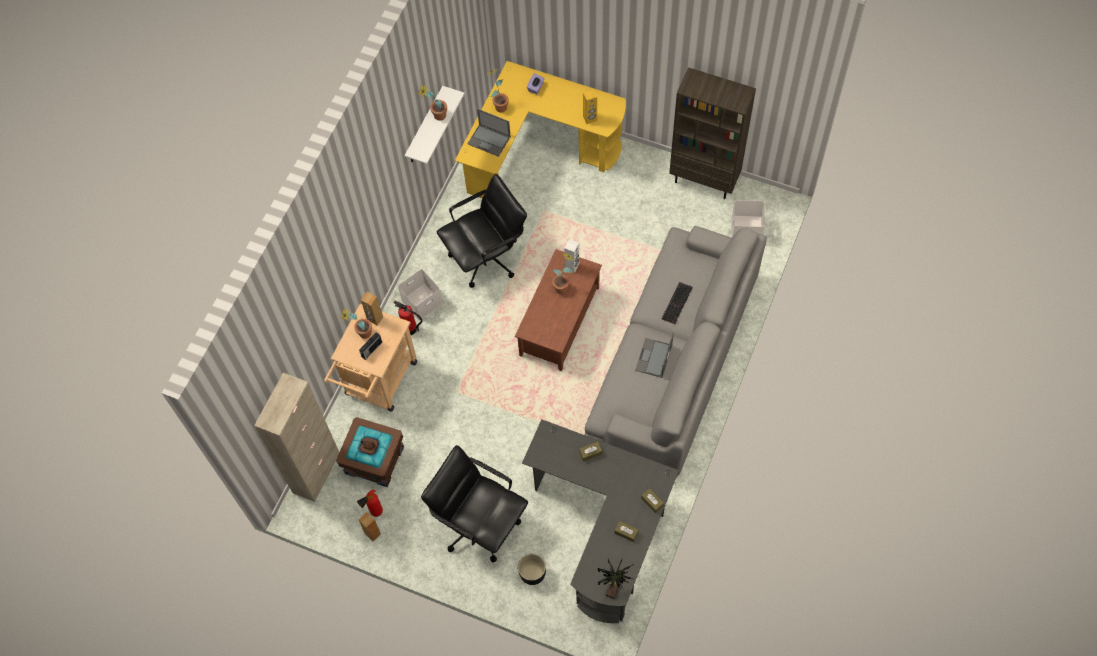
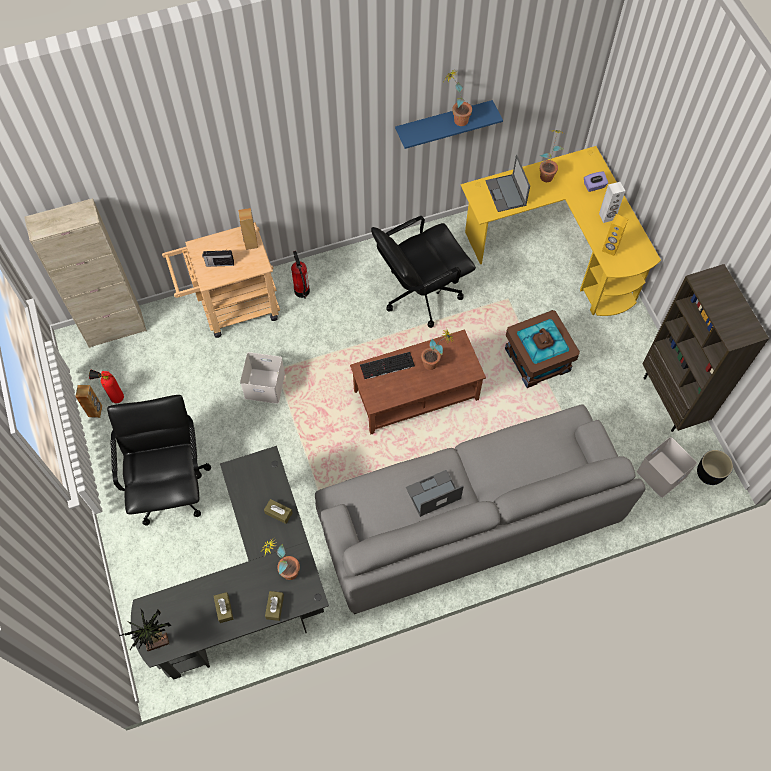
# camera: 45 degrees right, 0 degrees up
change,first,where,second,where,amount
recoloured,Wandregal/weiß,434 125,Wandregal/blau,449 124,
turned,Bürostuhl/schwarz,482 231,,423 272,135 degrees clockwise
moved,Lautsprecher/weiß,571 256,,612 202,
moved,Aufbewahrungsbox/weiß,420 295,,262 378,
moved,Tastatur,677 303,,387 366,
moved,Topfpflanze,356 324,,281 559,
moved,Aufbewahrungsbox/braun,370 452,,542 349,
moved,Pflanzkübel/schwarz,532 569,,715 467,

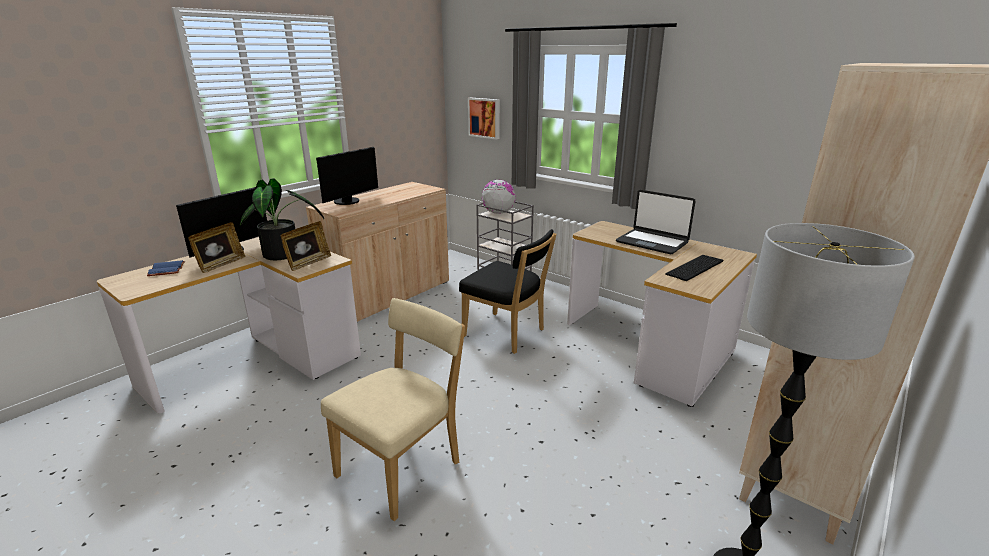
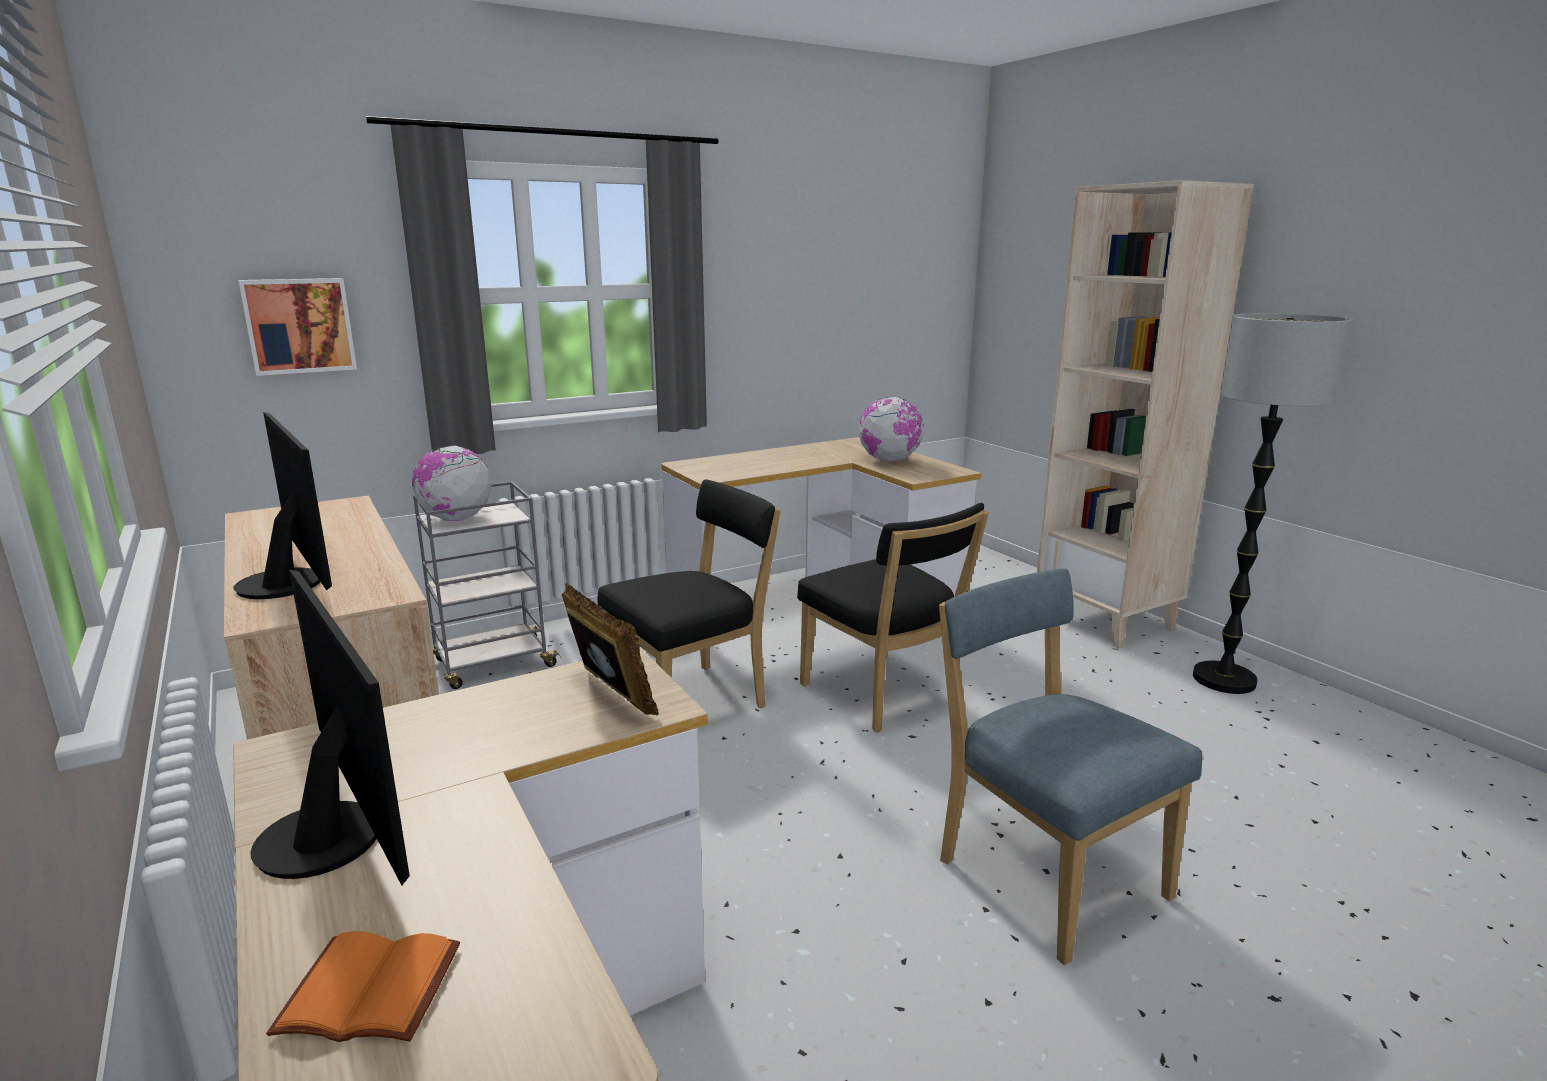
# camera: 70 degrees left, 5 degrees down
change,first,where,second,where,amount
removed,Topfpflanze,282 219,,,
removed,Laptop,656 222,,,
removed,Bilderrahmen,217 247,,,
replaced,Tastatur,694 268,Globus,891 429,
recoloured,Buch/blau,166 268,Buch/orange,363 986,
recoloured,Stuhl/beige,393 409,Stuhl/blau,1070 766,
added,,,Stuhl/schwarz,893 617,

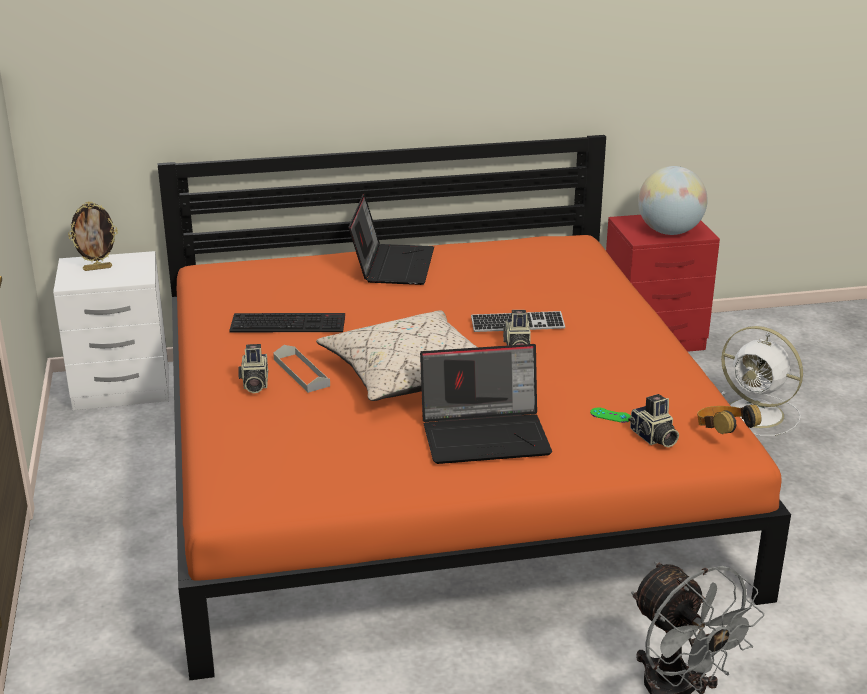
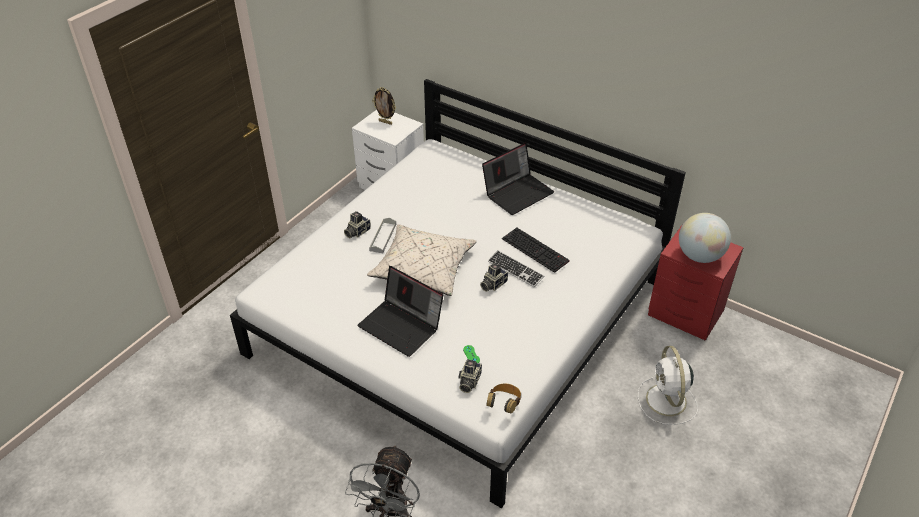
# camera: 45 degrees right, 15 degrees up
change,first,where,second,where,amount
recoloured,Bett/orange,474 408,Bett/weiß,458 294,
moved,Tastatur,287 322,,536 250,

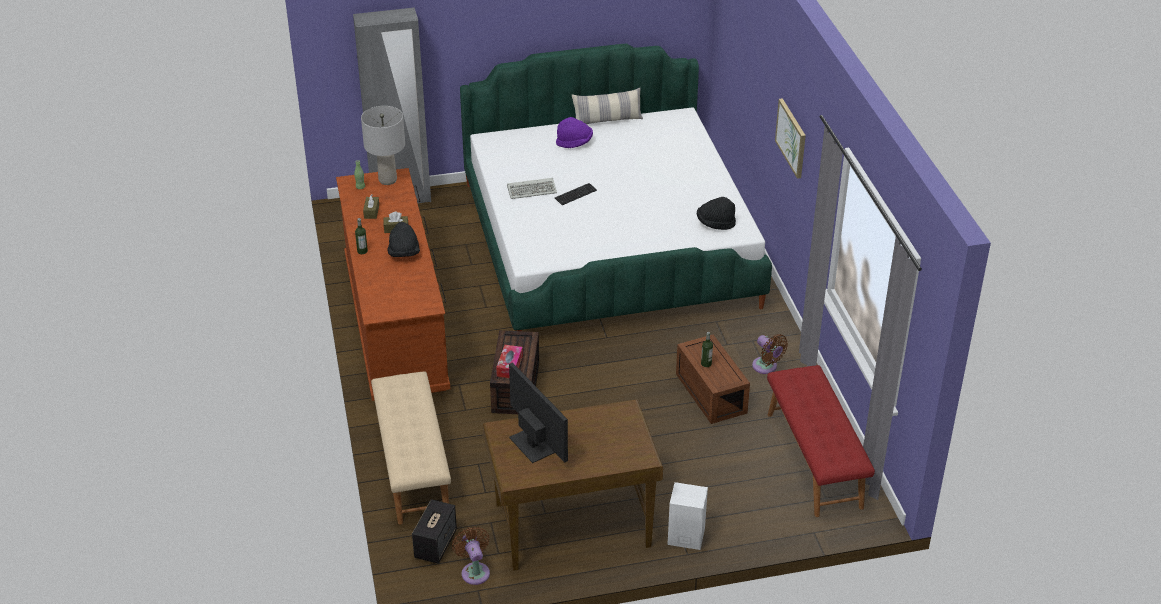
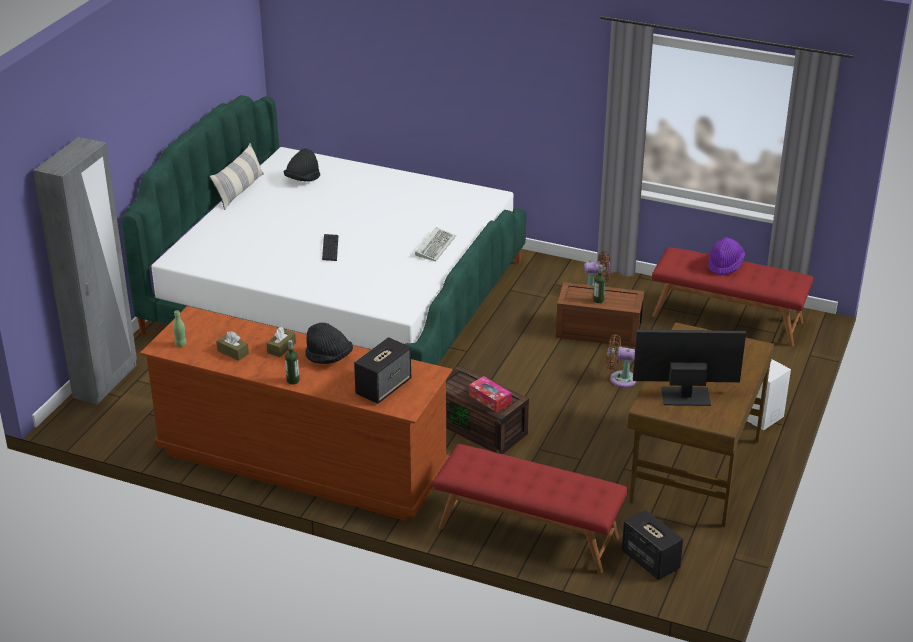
# camera: 55 degrees left, 5 degrees down
change,first,where,second,where,amount
removed,Bild,790 138,,,
removed,Tischlampe/grau,383 145,,,
moved,Hut/lila,574 132,,726 256,
moved,Tastatur,532 188,,435 244,
moved,Hut/schwarz,716 213,,301 165,
recoloured,Bank/beige,411 448,Bank/rot,530 509,
moved,Ventilator/braun,471 555,,621 361,
added,,,Lautsprecher,382 370,

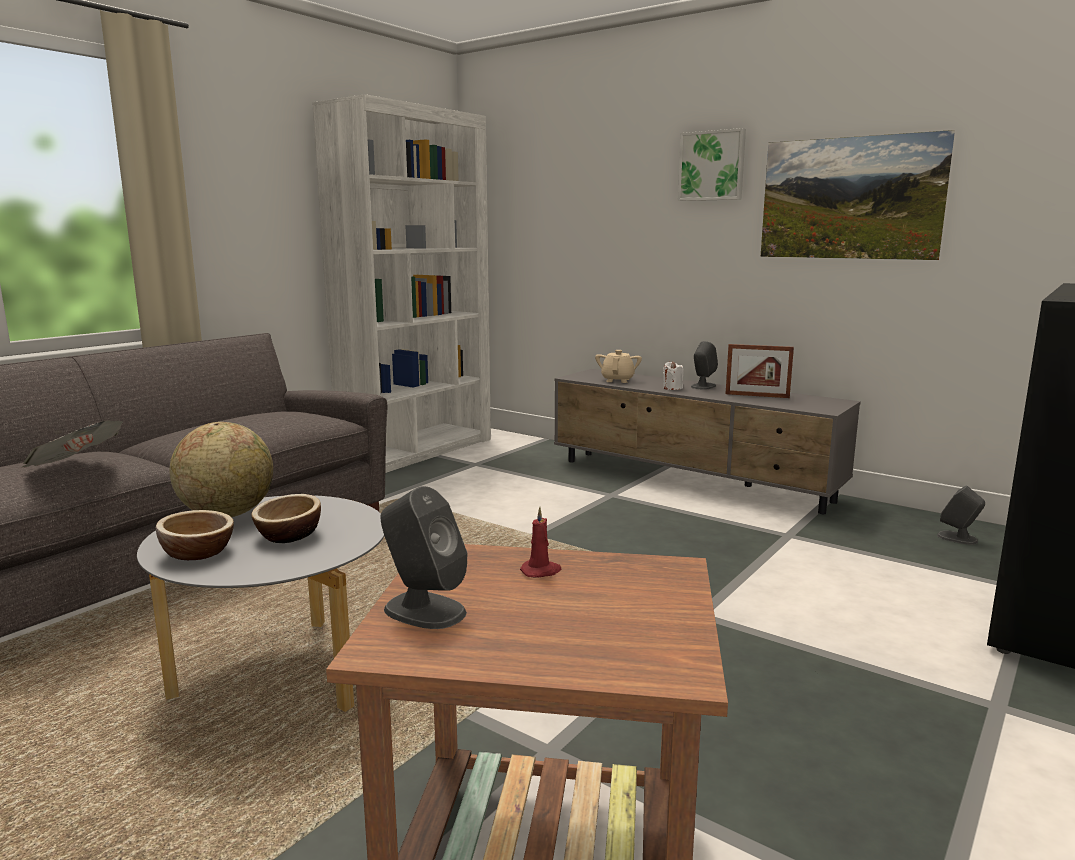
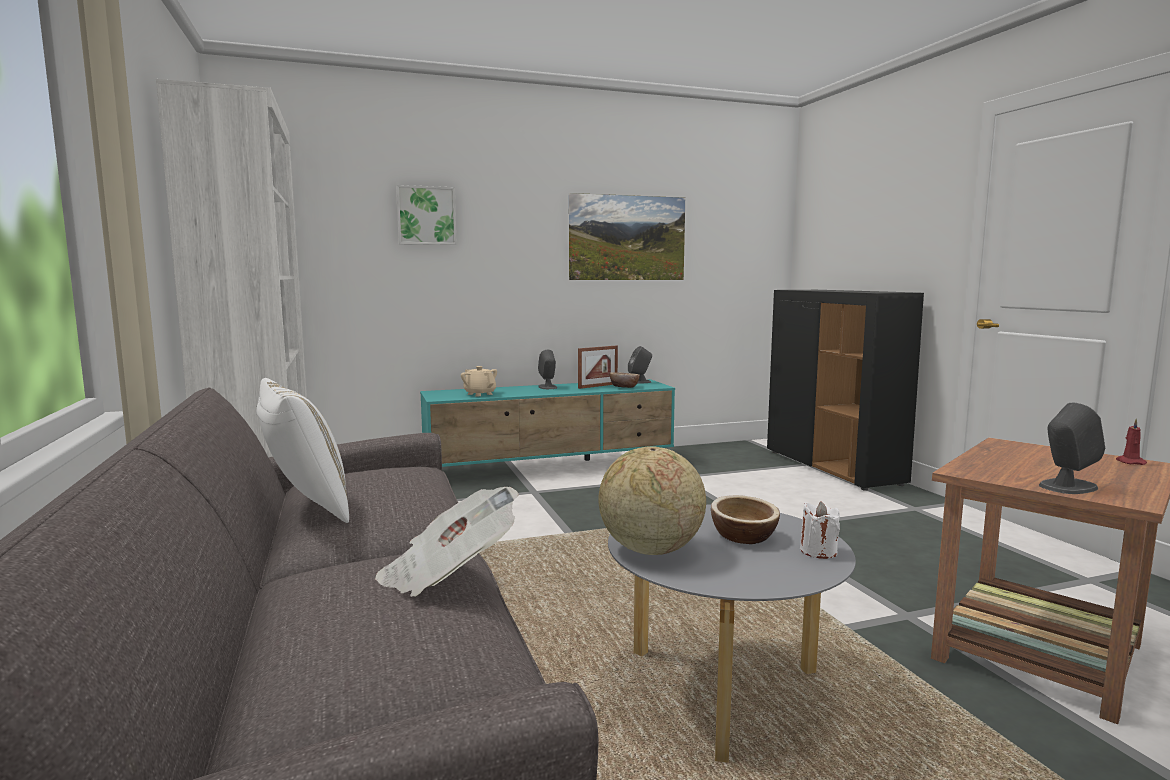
# camera: 55 degrees left, 5 degrees down
change,first,where,second,where,amount
moved,Bild,712 164,,426 215,
moved,Kerze/weiß,673 375,,820 530,
recoloured,Fernsehschrank/grau,707 441,Fernsehschrank/türkis,547 423,
moved,Lautsprecher/grau,961 515,,640 365,
moved,Kerze/rot,541 542,,1131 441,
moved,Schüssel,195 535,,625 380,
added,,,Kissen/weiß,302 450,

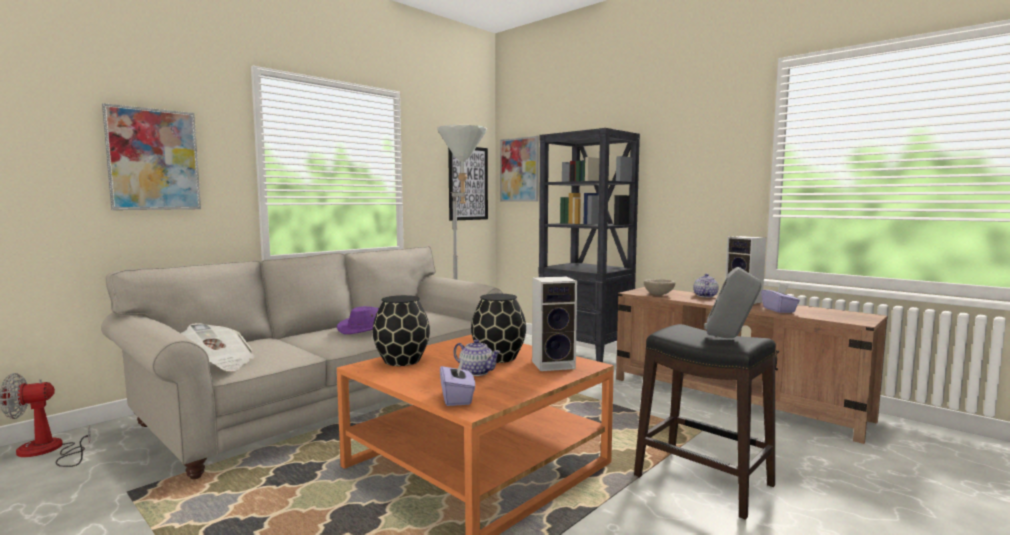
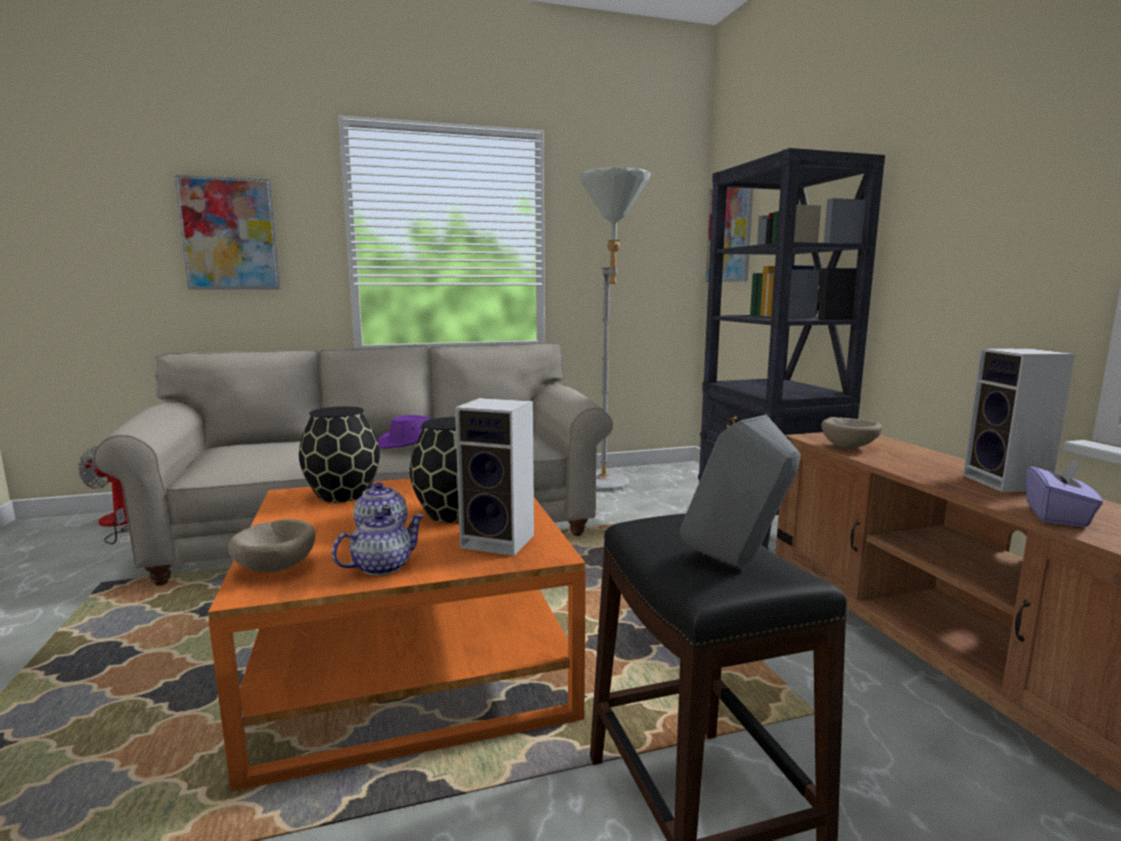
# camera: 30 degrees right, 5 degrees up
change,first,where,second,where,amount
removed,Bild,468 184,,,
moved,Teekanne,706 285,,378 544,
removed,Zeitung,218 347,,,
replaced,Taschentuchbox/lila,457 382,Schüssel/beige,271 545,

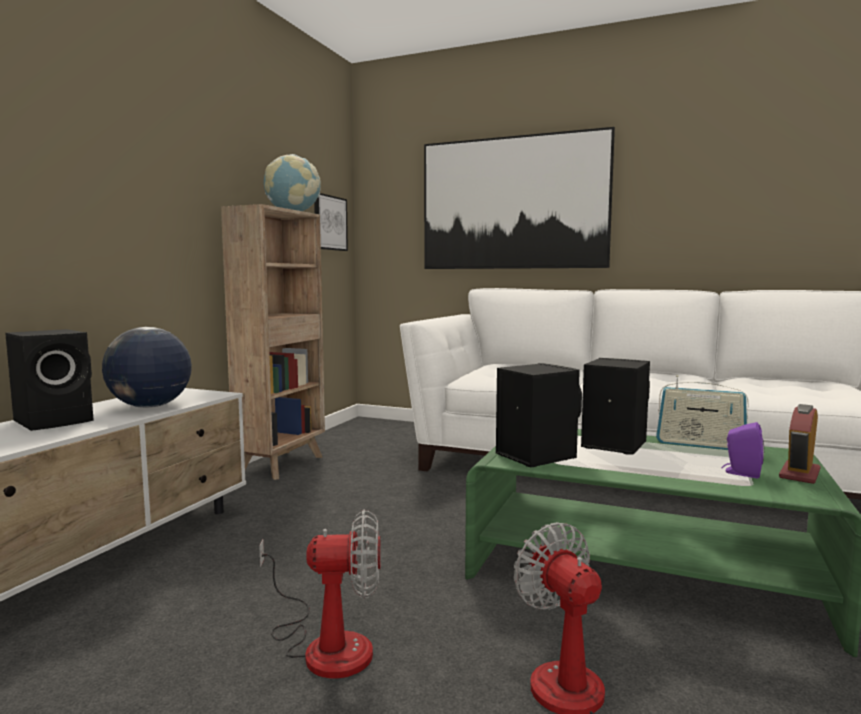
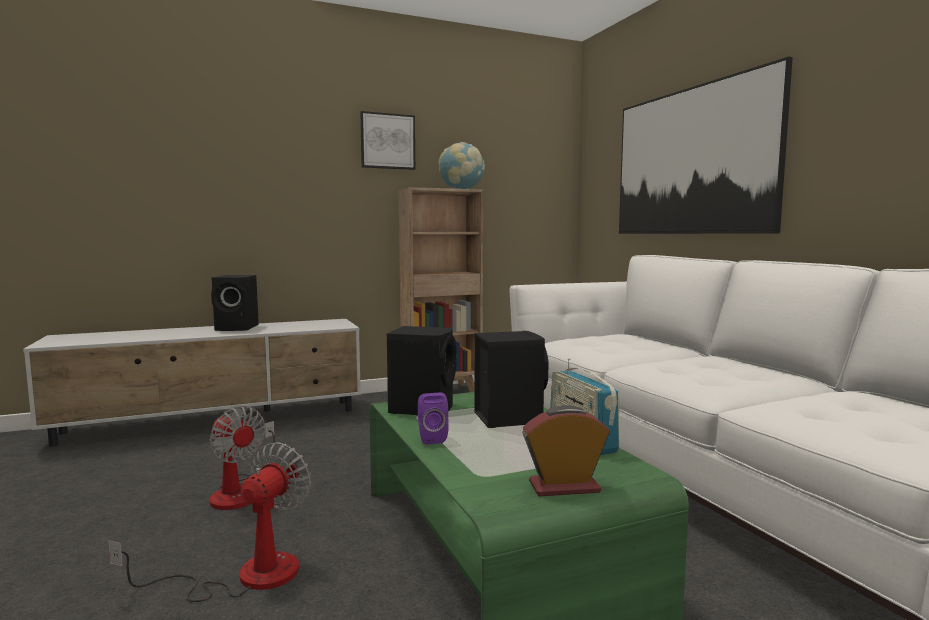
# camera: 45 degrees right, 0 degrees up
change,first,where,second,where,amount
moved,Bild,331 222,,387 140,
removed,Globus,147 367,,,
moved,Lautsprecher/lila,742 450,,433 419,

